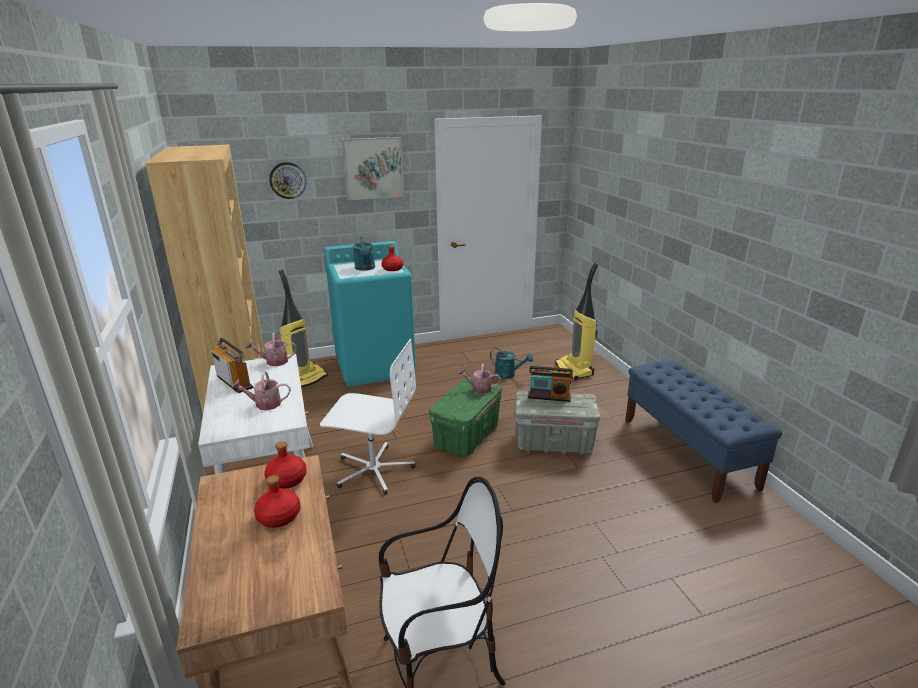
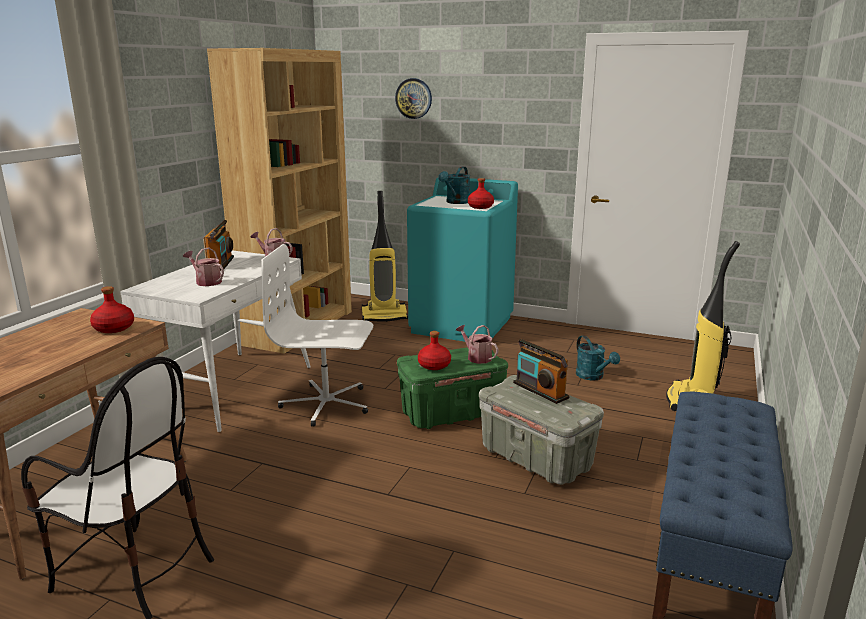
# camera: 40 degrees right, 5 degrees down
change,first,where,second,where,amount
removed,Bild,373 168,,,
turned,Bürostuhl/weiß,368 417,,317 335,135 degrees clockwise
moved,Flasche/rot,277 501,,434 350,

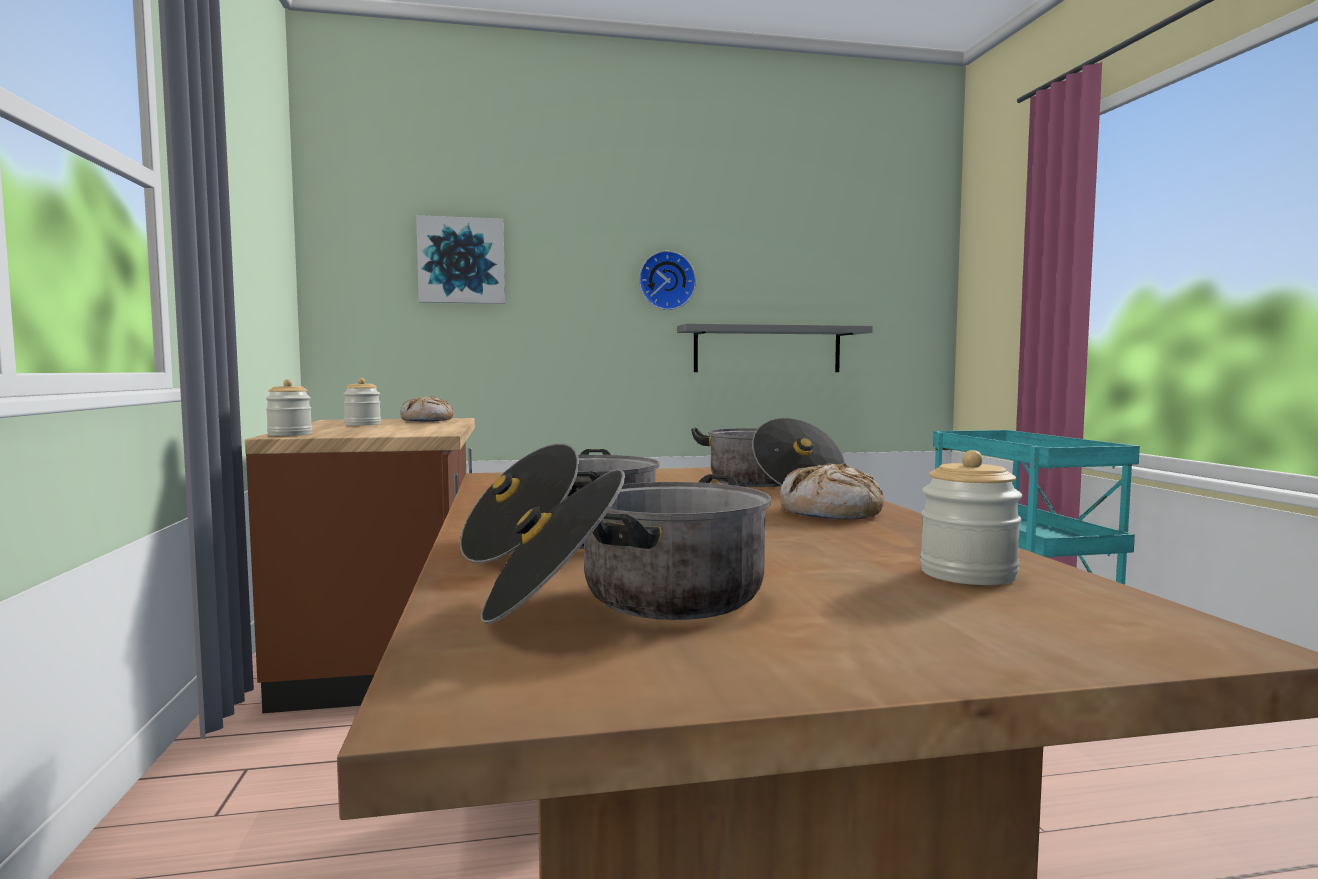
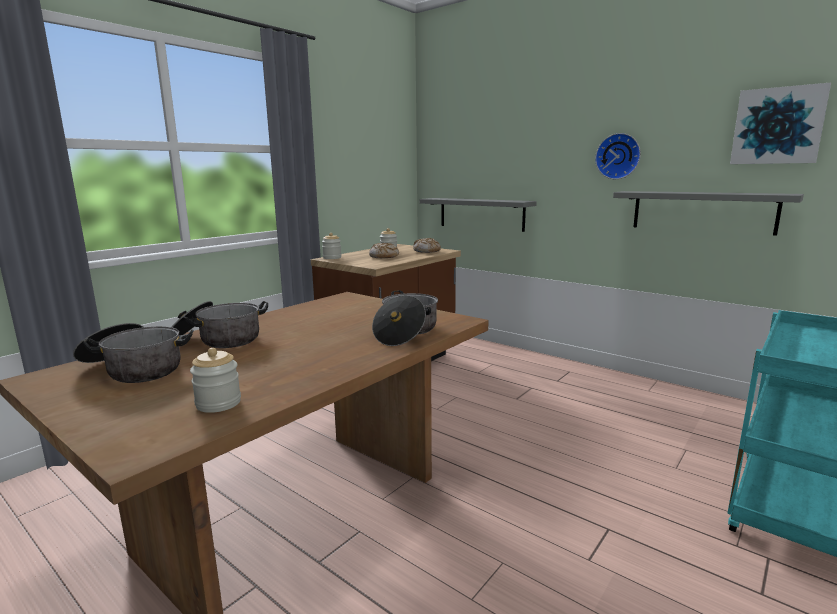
# camera: 50 degrees right, 10 degrees up
change,first,where,second,where,amount
moved,Bild,460 259,,780 123,
moved,Brot,832 491,,384 250,
added,,,Wandregal/grau,478 215,

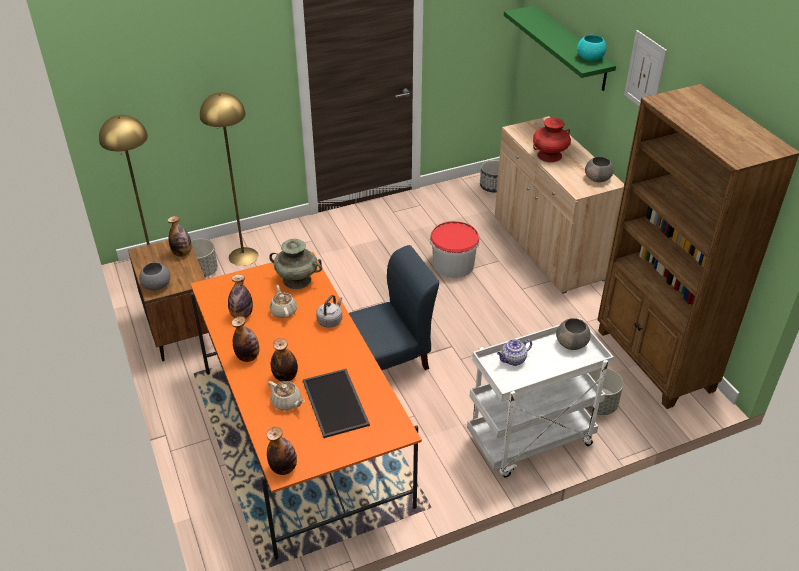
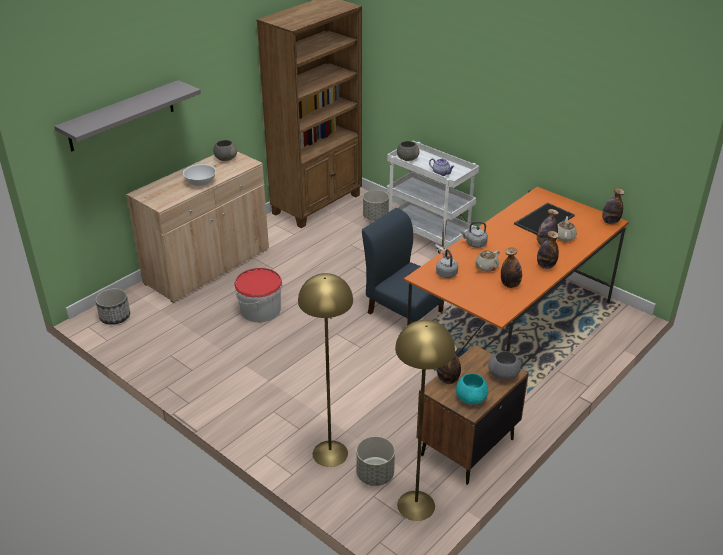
# camera: 115 degrees left, 5 degrees down
change,first,where,second,where,amount
recoloured,Wandregal/grün,560 48,Wandregal/grau,127 115,
removed,Bild,645 68,,,
moved,Schüssel/türkis,591 48,,472 389,
replaced,Vase/rot,552 140,Schüssel/weiß,199 175,
replaced,Vase/türkis,295 264,Wasserkessel/grau,447 263,

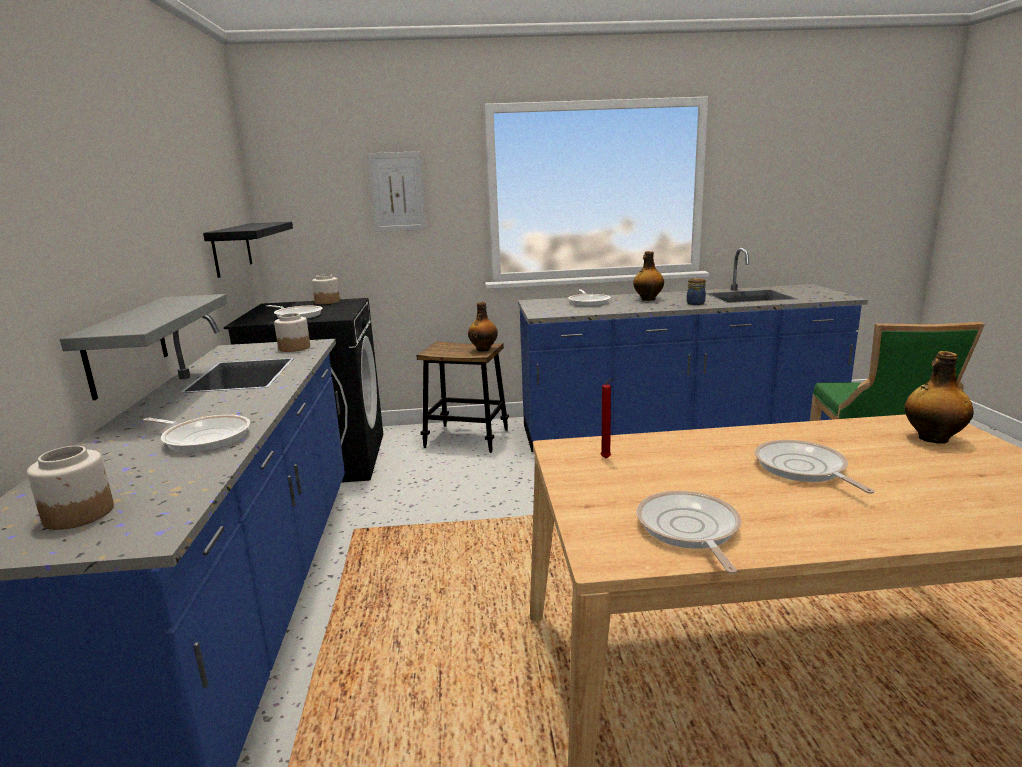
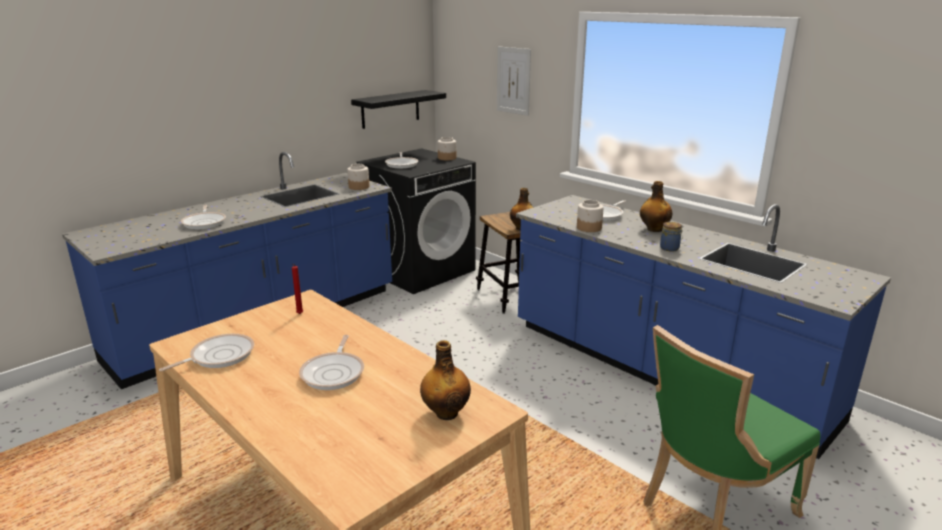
# camera: 50 degrees right, 5 degrees up
change,first,where,second,where,amount
removed,Wandregal/grau,143 347,,,
turned,Pfanne,814 467,,331 362,150 degrees clockwise
moved,Vorratsglas,70 488,,590 216,

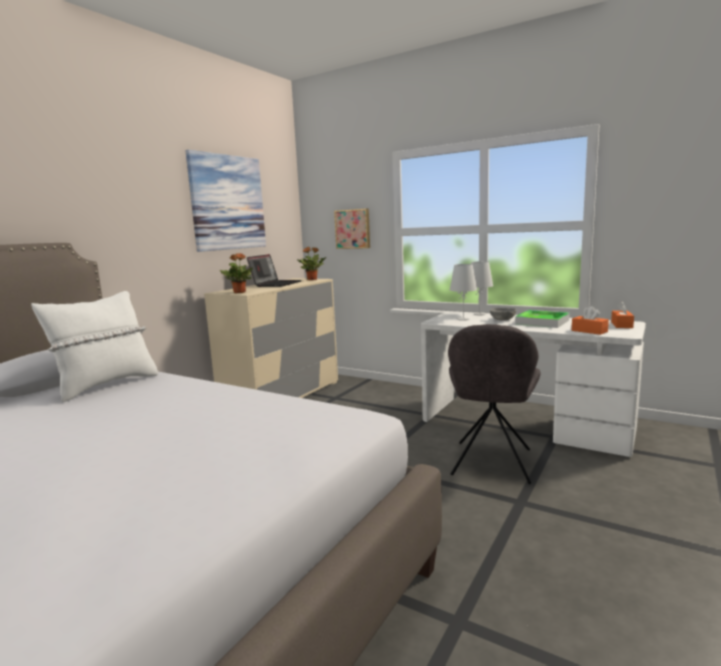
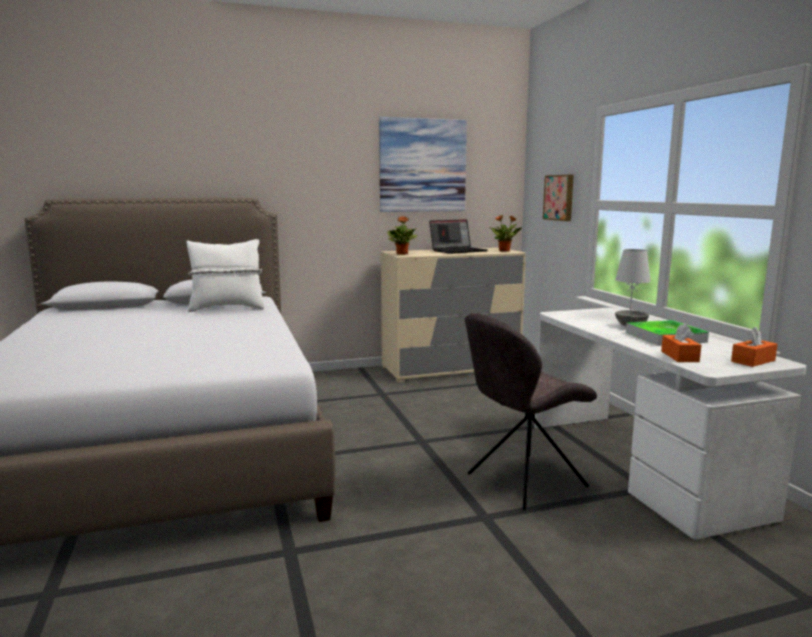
# camera: 40 degrees right, 0 degrees up
change,first,where,second,where,amount
removed,Tischlampe/weiß,464 292,,,

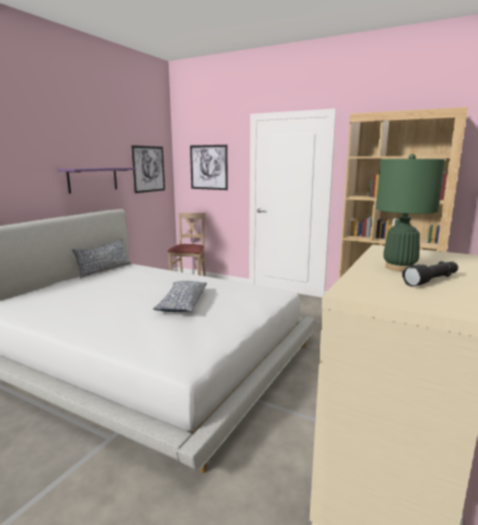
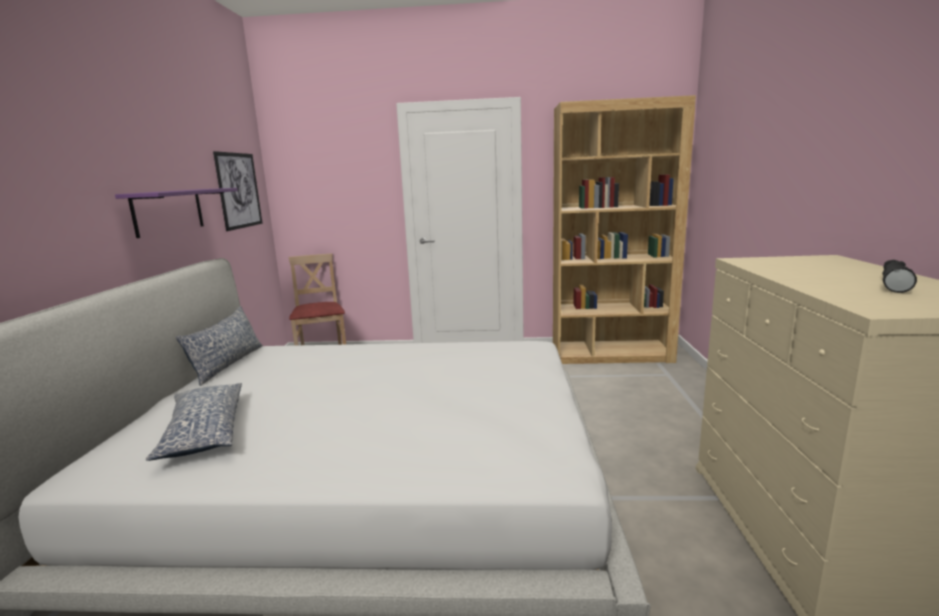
# camera: 25 degrees left, 0 degrees up
change,first,where,second,where,amount
removed,Bild,209 167,,,
removed,Tischlampe/grün,410 213,,,
moved,Kissen,180 296,,194 422,

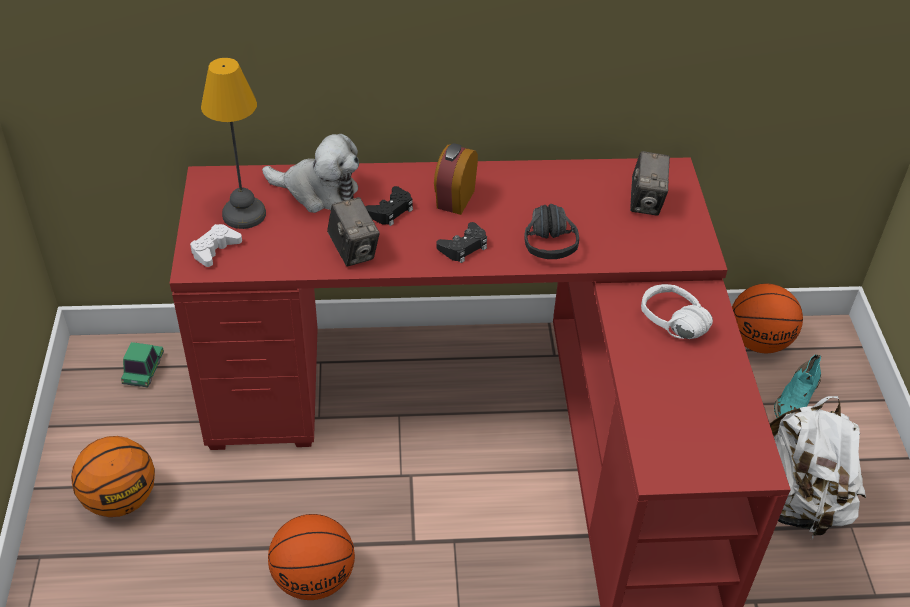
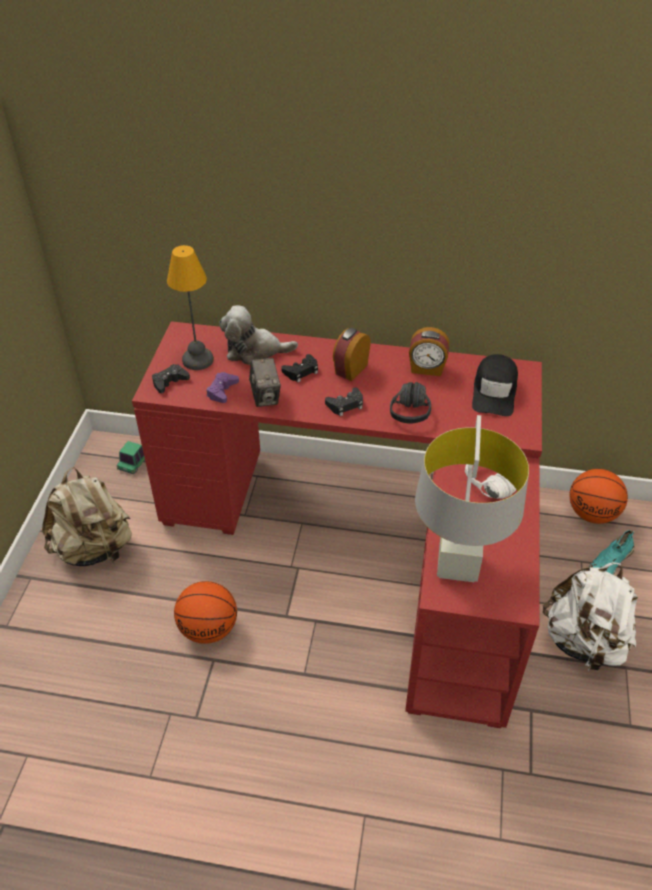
# camera: 15 degrees right, 0 degrees up
change,first,where,second,where,amount
turned,Plüschtier,310 173,,258 335,150 degrees clockwise
replaced,Kamera,650 183,Kappe/schwarz,495 385,
recoloured,Gamepad/weiß,216 245,Gamepad/schwarz,171 378,
replaced,Basketball,113 476,Rucksack/beige,87 516,
added,,,Wecker,429 351,
added,,,Gamepad/lila,223 387,
added,,,Tischlampe/grau,472 498,

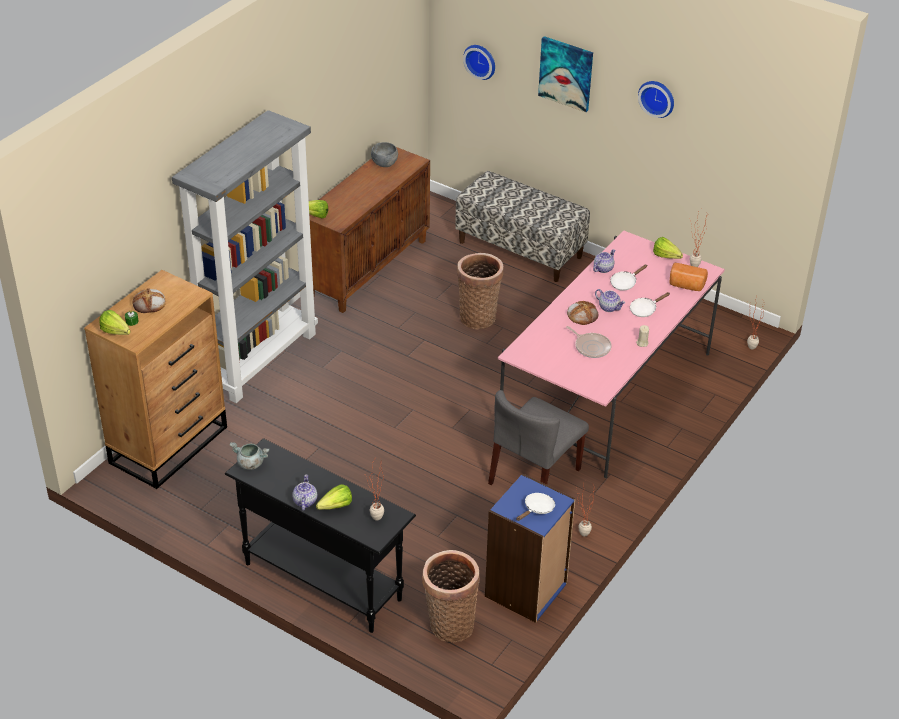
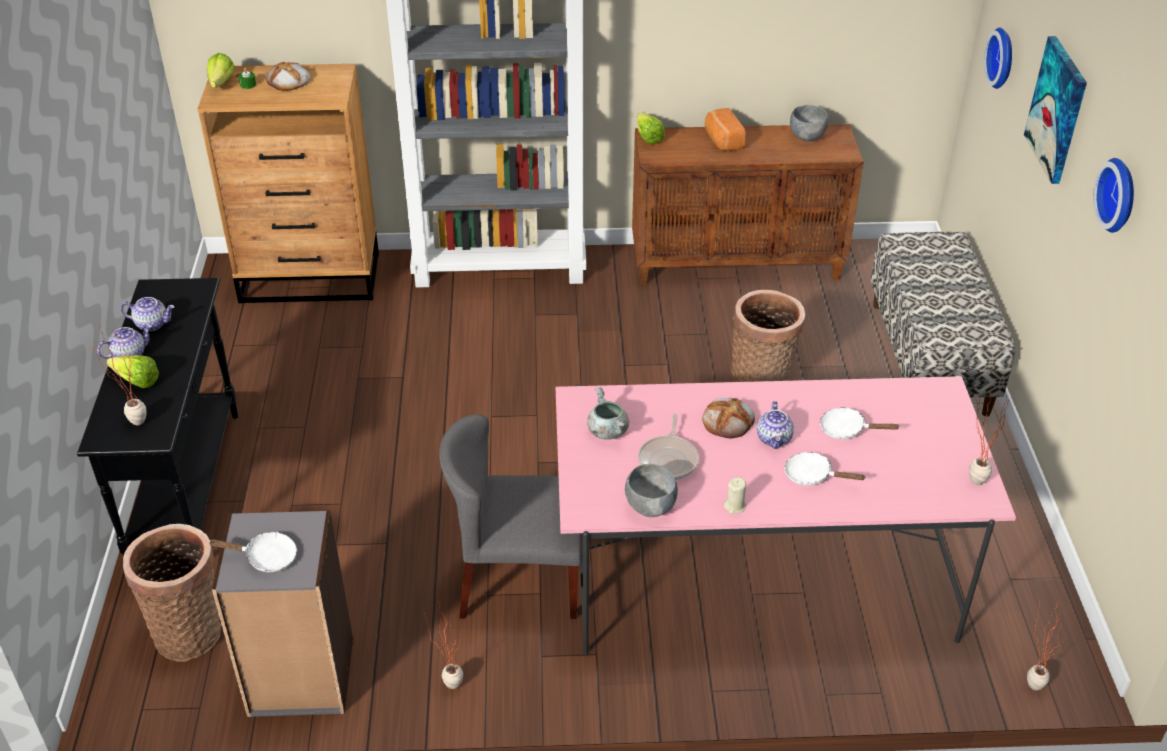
# camera: 55 degrees right, 0 degrees up
change,first,where,second,where,amount
removed,Salatkopf,668 248,,,
moved,Teekanne,604 261,,147 314,
moved,Brot,688 277,,725 129,
moved,Kochtopf/grau,249 456,,608 413,
recoloured,Bücherregal/blau,530 548,Bücherregal/grau,282 613,
added,,,Schüssel/grau,651 490,

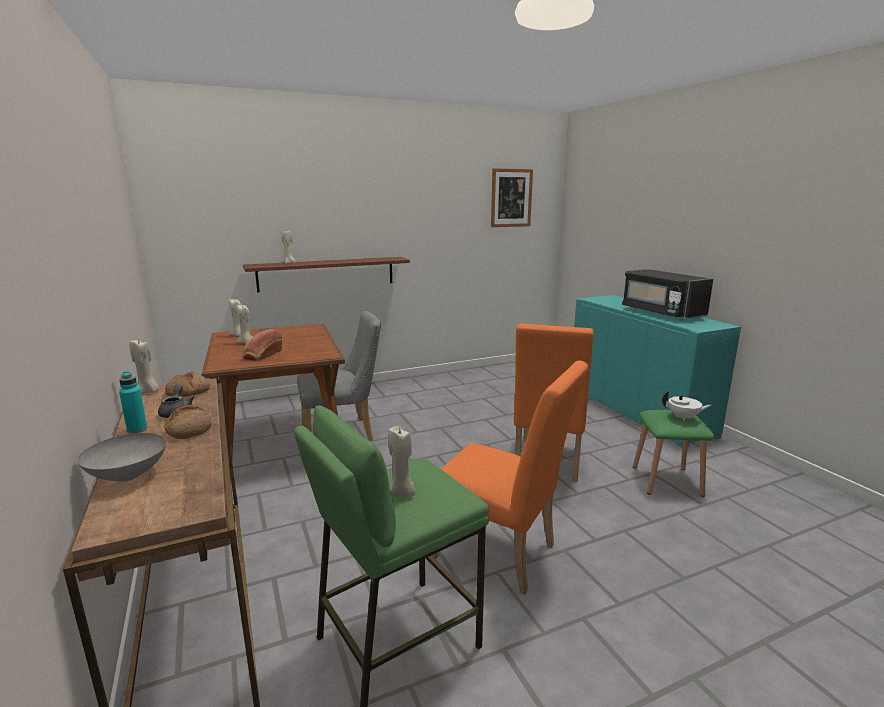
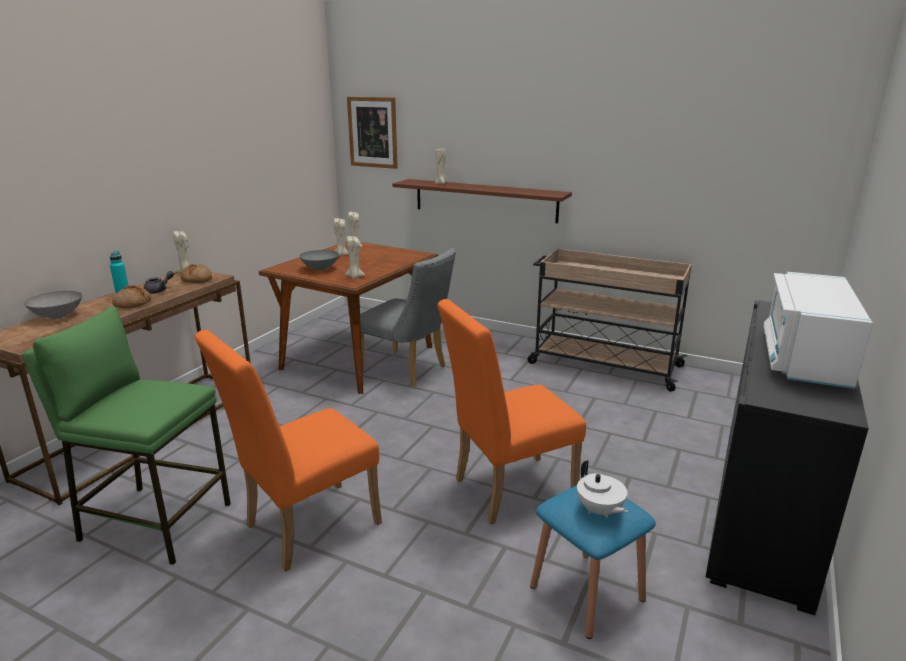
# camera: 50 degrees right, 5 degrees up
change,first,where,second,where,amount
moved,Bild,512 197,,372 133,
recoloured,Mikrowelle/schwarz,667 294,Mikrowelle/weiß,818 330,
recoloured,Schrank/türkis,657 371,Schrank/schwarz,787 457,
replaced,Brot,262 345,Schüssel/grau,319 260,
turned,Stuhl/orange,510 477,,288 451,60 degrees clockwise
recoloured,Hocker/grün,673 453,Hocker/blau,593 562,
moved,Kerze/beige,402 462,,355 257,
added,,,Rollwagen/beige,609 320,

